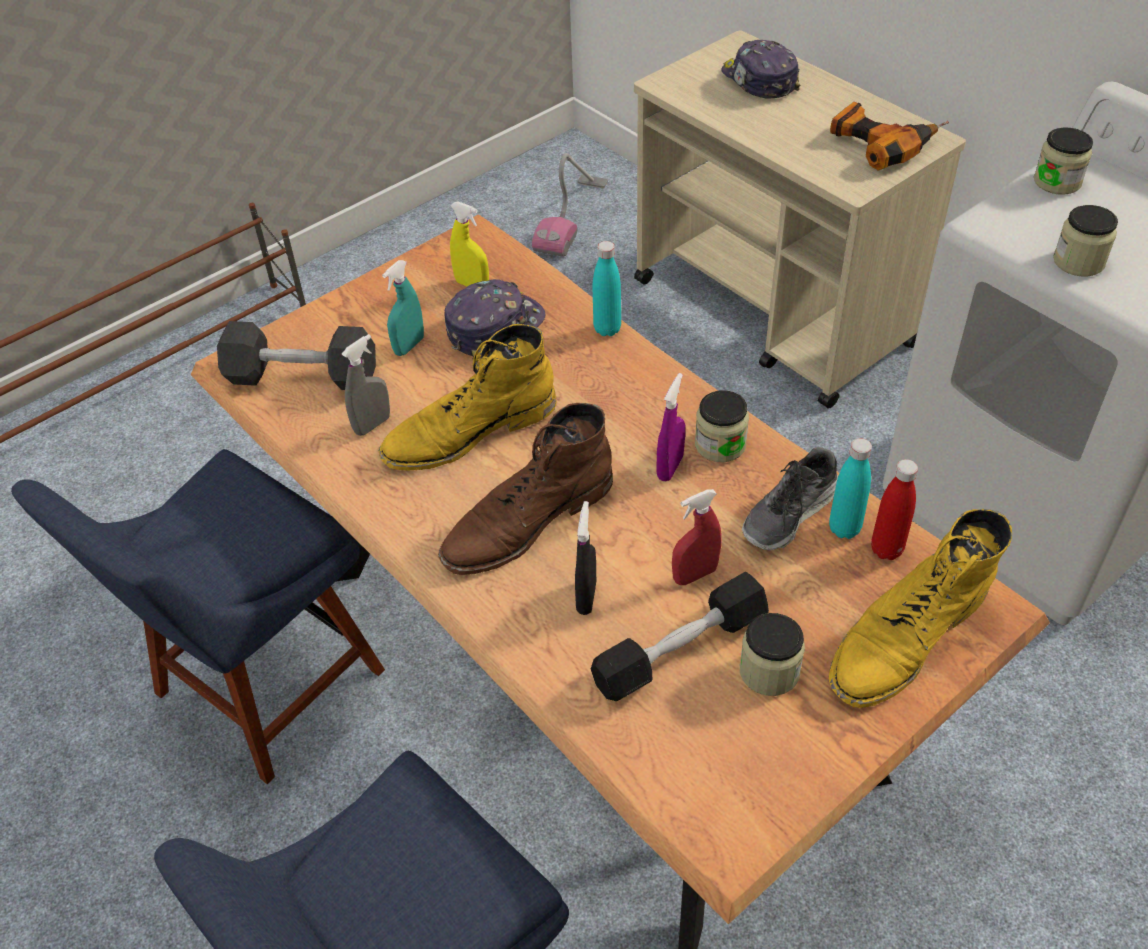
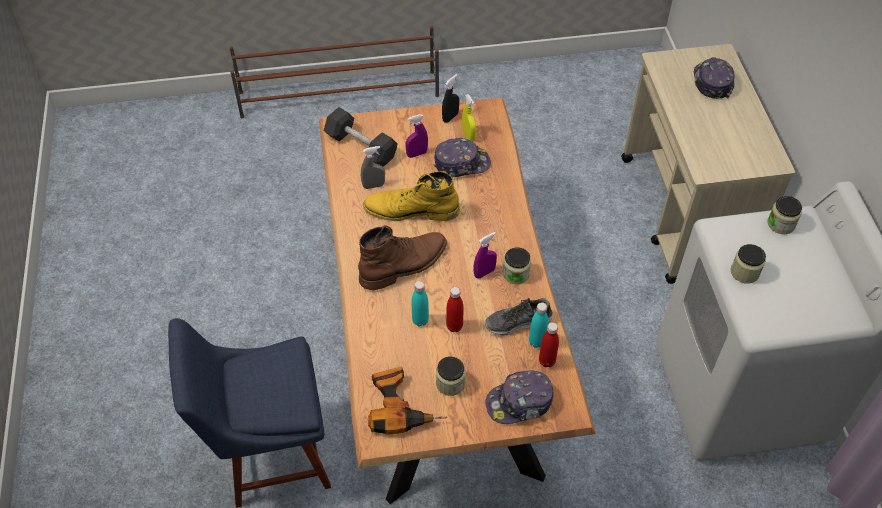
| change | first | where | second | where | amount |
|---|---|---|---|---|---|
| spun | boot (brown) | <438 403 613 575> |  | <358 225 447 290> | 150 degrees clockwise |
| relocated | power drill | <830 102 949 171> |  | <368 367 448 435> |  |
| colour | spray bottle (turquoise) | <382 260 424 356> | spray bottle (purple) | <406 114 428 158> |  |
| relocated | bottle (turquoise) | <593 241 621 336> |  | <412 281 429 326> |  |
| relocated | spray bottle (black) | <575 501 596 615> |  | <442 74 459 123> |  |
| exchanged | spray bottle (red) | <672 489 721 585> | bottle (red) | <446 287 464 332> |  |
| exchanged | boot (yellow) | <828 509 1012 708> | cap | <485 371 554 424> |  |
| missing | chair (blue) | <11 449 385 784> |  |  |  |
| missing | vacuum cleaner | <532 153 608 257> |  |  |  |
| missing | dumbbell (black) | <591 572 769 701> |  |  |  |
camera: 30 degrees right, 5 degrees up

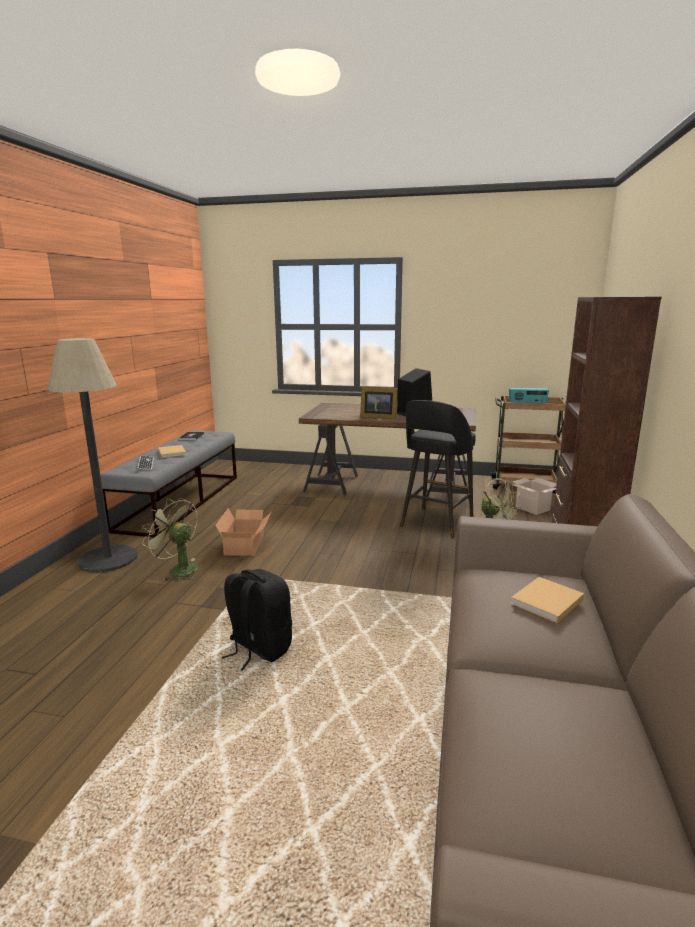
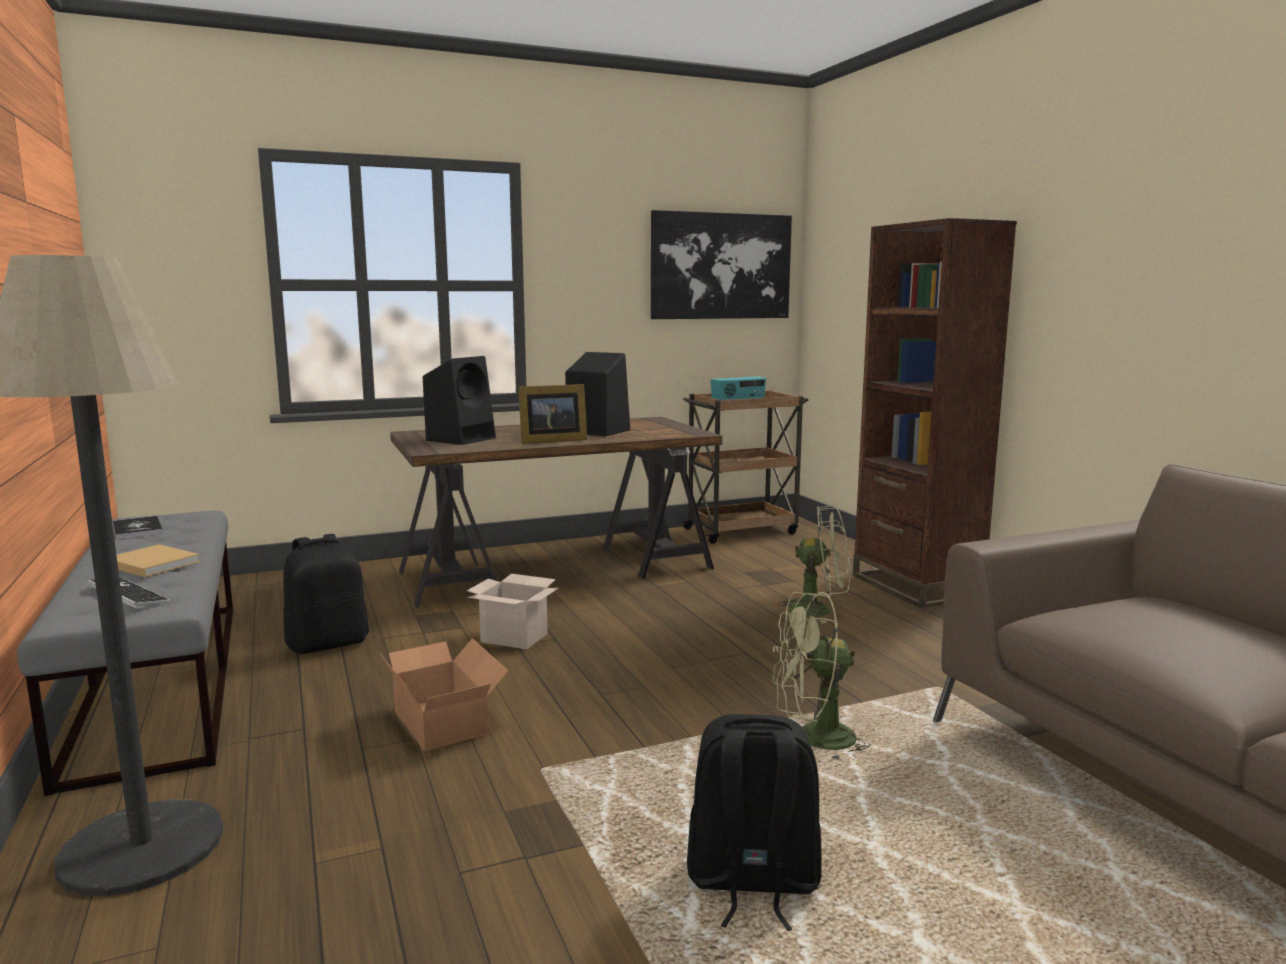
| change | first | where | second | where | amount |
|---|---|---|---|---|---|
| appeared |  |  | backpack (black) | <283 534 369 654> |  |
| appeared |  |  | speaker (black) | <423 356 496 445> |  |
| relocated | cardboard box | <511 478 557 515> |  | <467 574 558 650> |  |
| appeared |  |  | picture | <651 210 792 319> |  |
| relocated | fan (green) | <142 498 198 582> |  | <772 592 871 761> |  |
| missing | stool (black) | <400 400 476 539> |  |  |  |
| missing | book (beige) | <510 577 584 623> |  |  |  |
camera: 35 degrees left, 5 degrees down

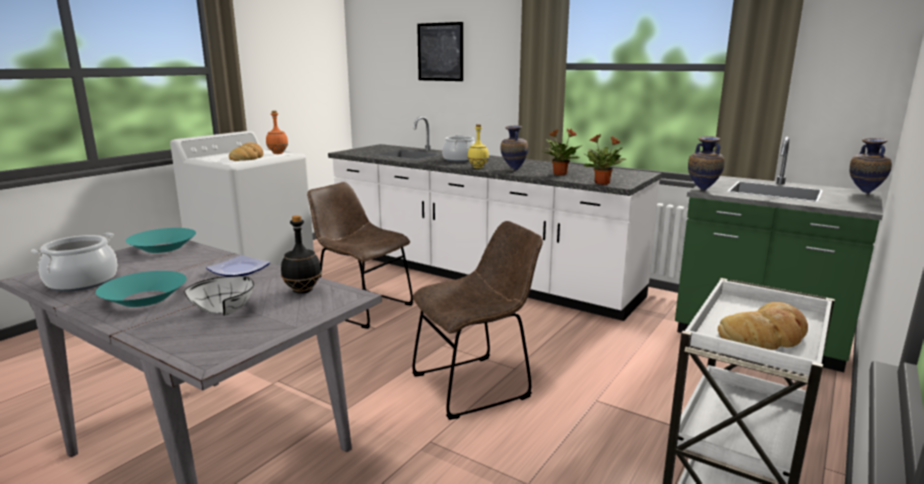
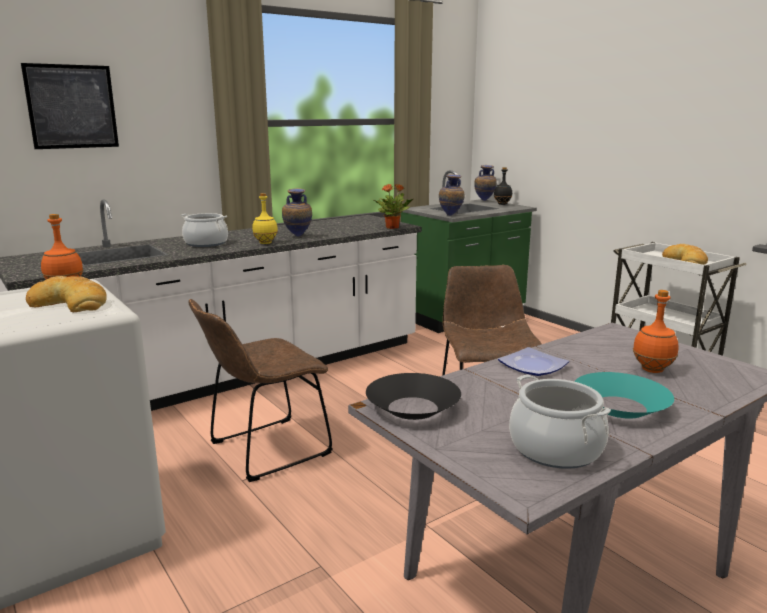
| change | first | where | second | where | amount |
|---|---|---|---|---|---|
| colour | bowl (turquoise) | <126 228 196 253> | bowl (black) | <366 373 461 420> |  |
| relocated | bottle (black) | <281 215 322 294> |  | <494 167 512 205> |  |
| exchanged | bowl (white) | <184 276 254 316> | bottle (orange) | <633 290 678 373> |  |
| missing | potted plant | <542 129 582 175> |  |  |  |
camera: 70 degrees left, 0 degrees up

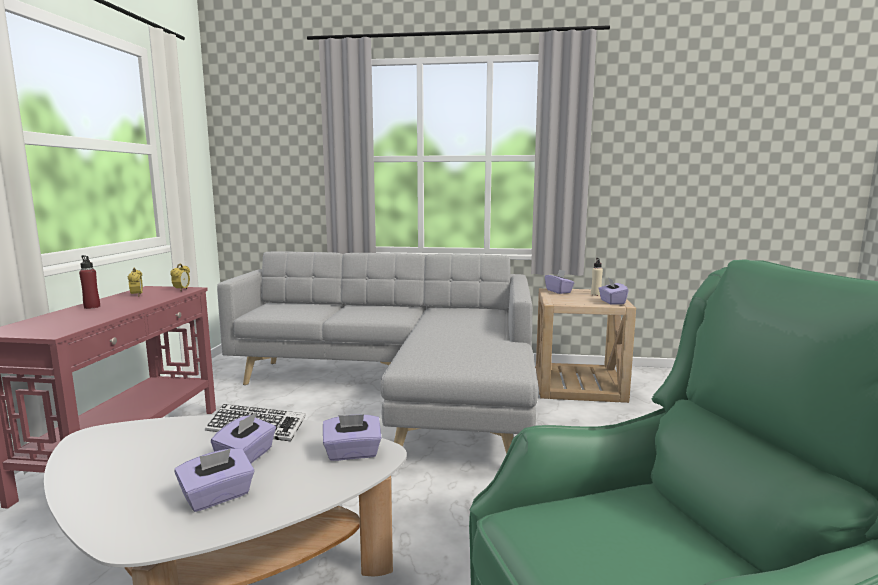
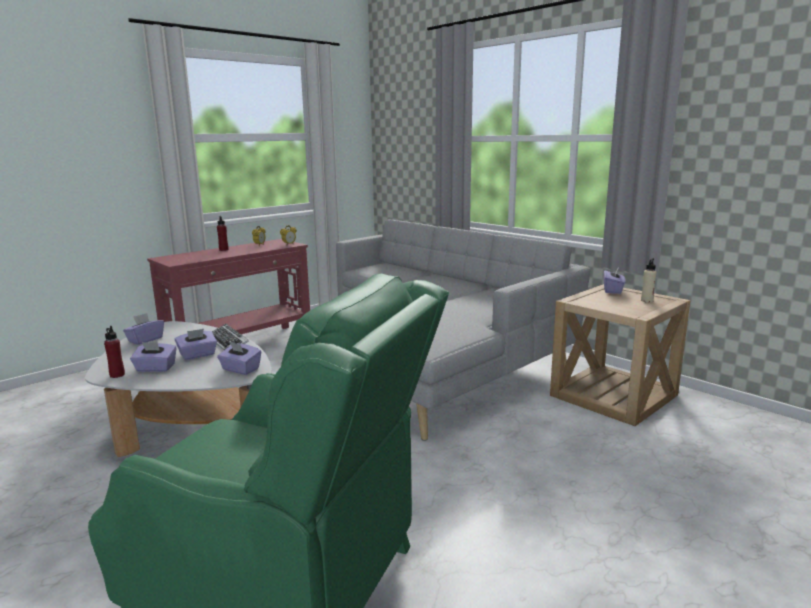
| change | first | where | second | where | amount |
|---|---|---|---|---|---|
| appeared |  |  | bottle (red) | <104 326 125 378> |  |
| relocated | tissue box (purple) | <599 278 629 305> |  | <123 313 164 345> |  |
camera: 40 degrees right, 5 degrees up

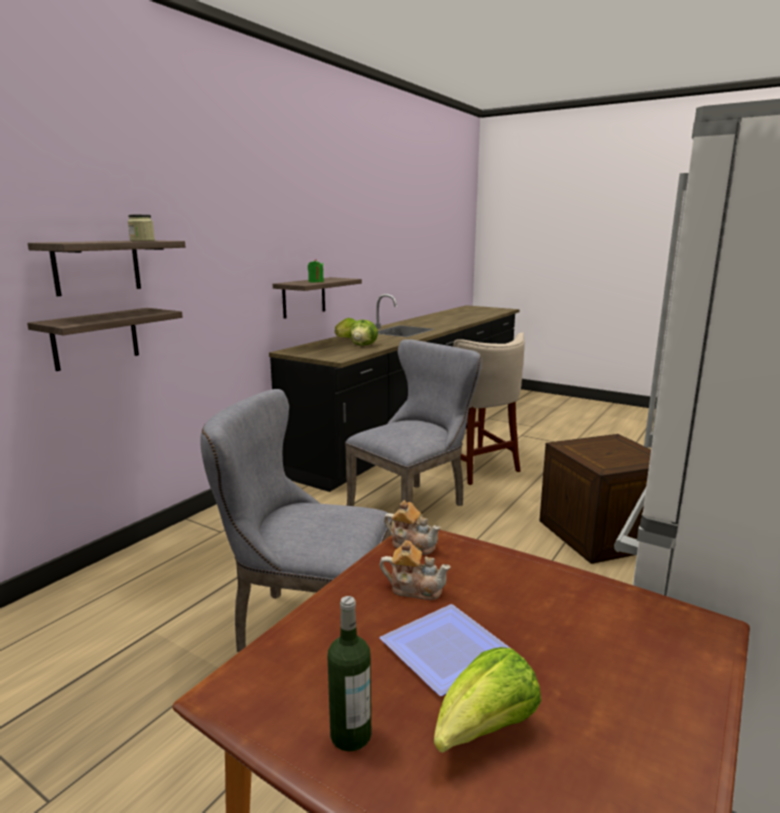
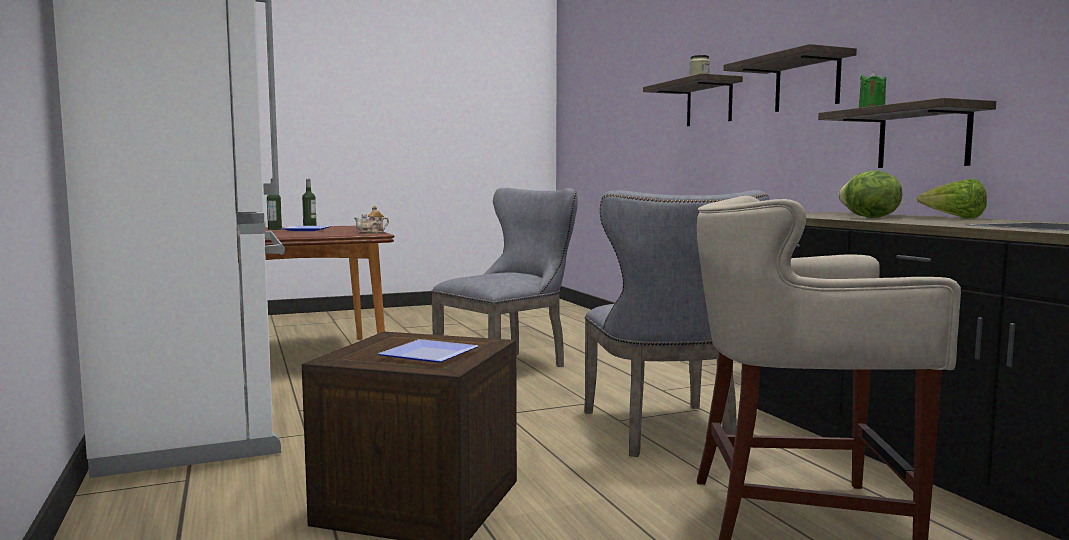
| change | first | where | second | where | amount |
|---|---|---|---|---|---|
| exchanged | lettuce | <434 647 541 753> | bottle | <267 178 282 230> |  |
| appeared |  |  | plate | <378 339 478 362> |  |
| relocated | shelf | <27 308 183 371> |  | <723 44 857 112> |  |
| missing | teapot | <380 540 451 600> |  |  |  |
camera: 125 degrees right, 10 degrees down

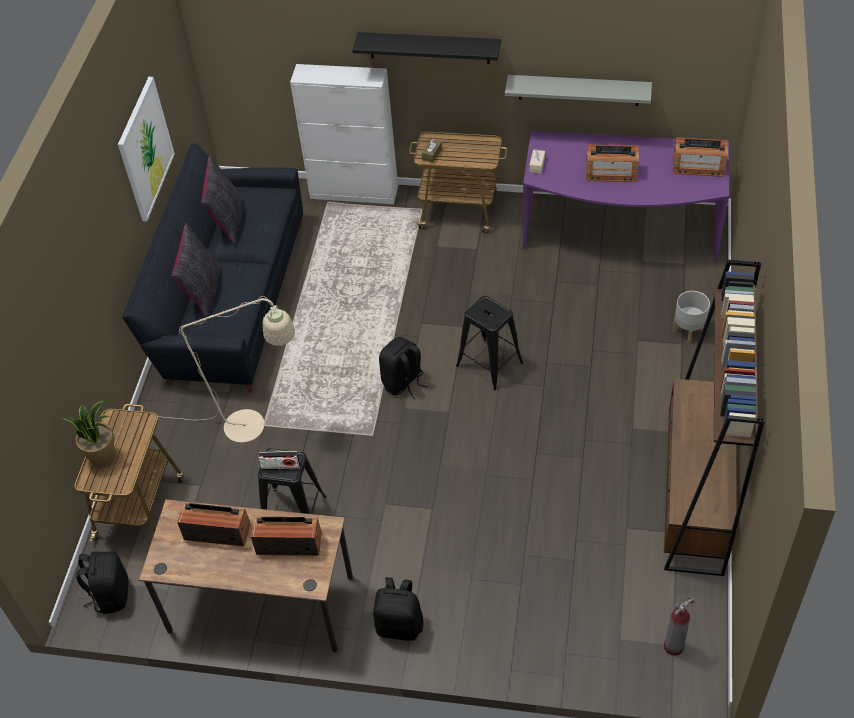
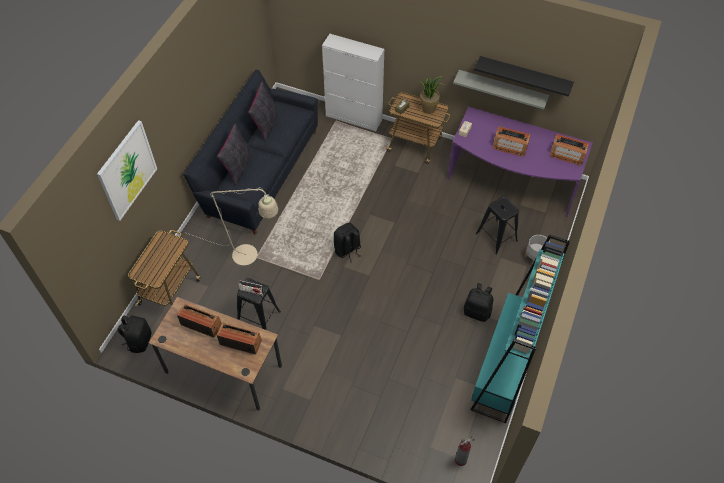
| change | first | where | second | where | amount |
|---|---|---|---|---|---|
| relocated | picture | <118 77 175 221> |  | <97 120 157 221> |  |
| relocated | potted plant | <62 401 116 468> |  | <420 76 443 114> |  |
| relocated | backpack (black) | <373 577 424 641> |  | <464 283 493 322> |  |
| colour | bookcase (brown) | <664 260 765 576> | bookcase (turquoise) | <470 234 570 423> |  |
| relocated | shelf (black) | <353 32 501 64> |  | <474 56 574 97> |  |
| relocated | stool (black) | <456 296 524 390> |  | <476 196 519 255> |  |
camera: 10 degrees right, 5 degrees up

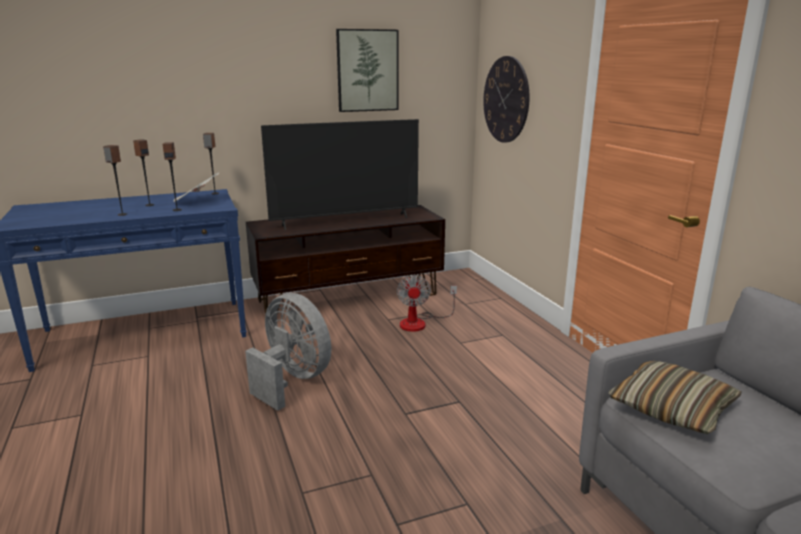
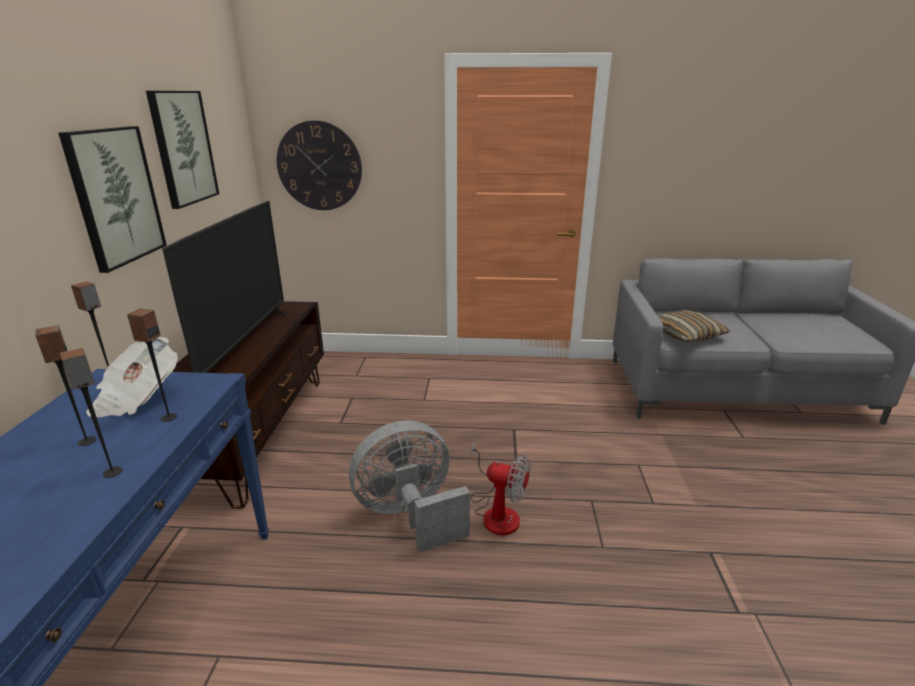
| change | first | where | second | where | amount |
|---|---|---|---|---|---|
| appeared |  |  | picture | <58 126 167 273> |  |
| relocated | fan | <397 275 457 332> |  | <471 441 530 535> |  |
camera: 65 degrees left, 5 degrees up

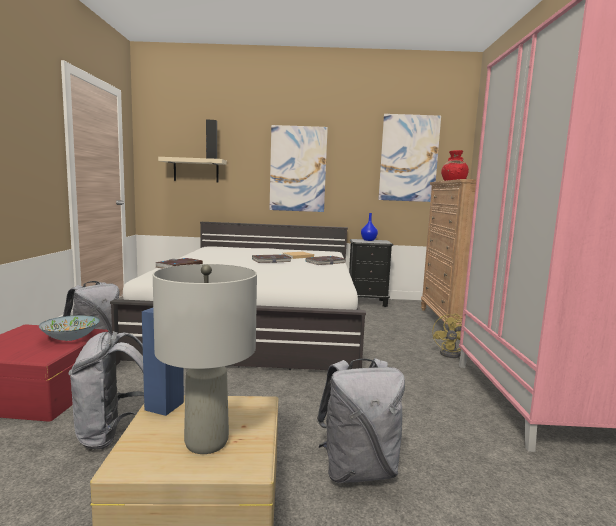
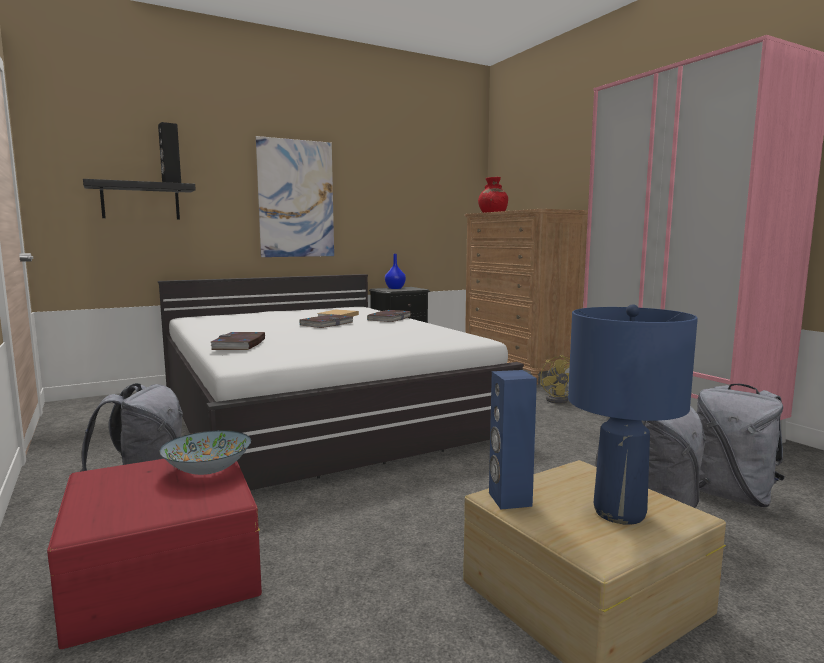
| change | first | where | second | where | amount |
|---|---|---|---|---|---|
| colour | shelf (beige) | <158 157 227 182> | shelf (black) | <83 179 196 220> |  |
| colour | table lamp (grey) | <153 264 257 454> | table lamp (blue) | <568 305 698 525> |  |
| relocated | backpack (grey) | <69 331 144 450> |  | <697 384 785 507> |  |
| missing | picture | <378 114 441 202> |  |  |  |
camera: 30 degrees left, 0 degrees up

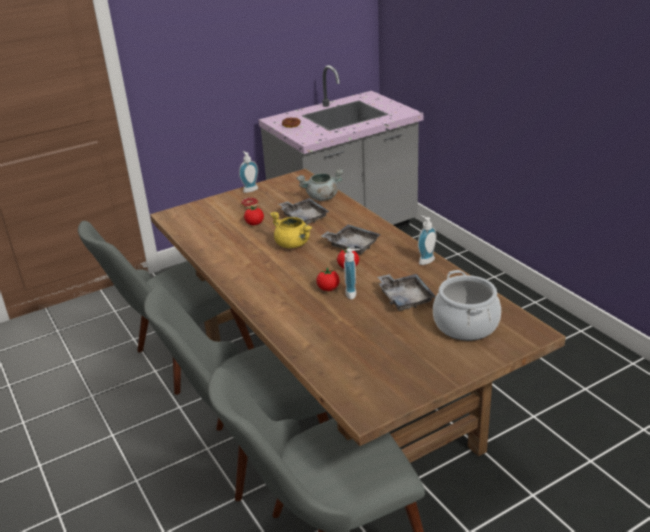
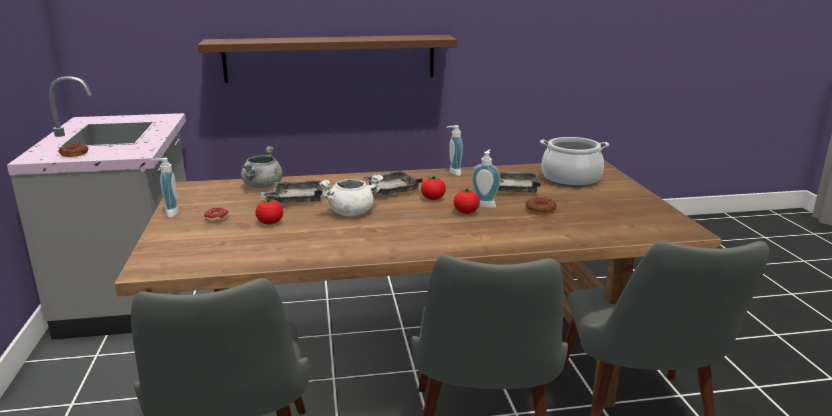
| change | first | where | second | where | amount |
|---|---|---|---|---|---|
| appeared |  |  | shelf (brown) | <198 35 457 83> |  |
| colour | cooking pot (yellow) | <270 212 312 248> | cooking pot (white) | <319 174 383 216> |  |
| appeared |  |  | donut | <525 197 557 214> |  |
camera: 70 degrees left, 10 degrees down

